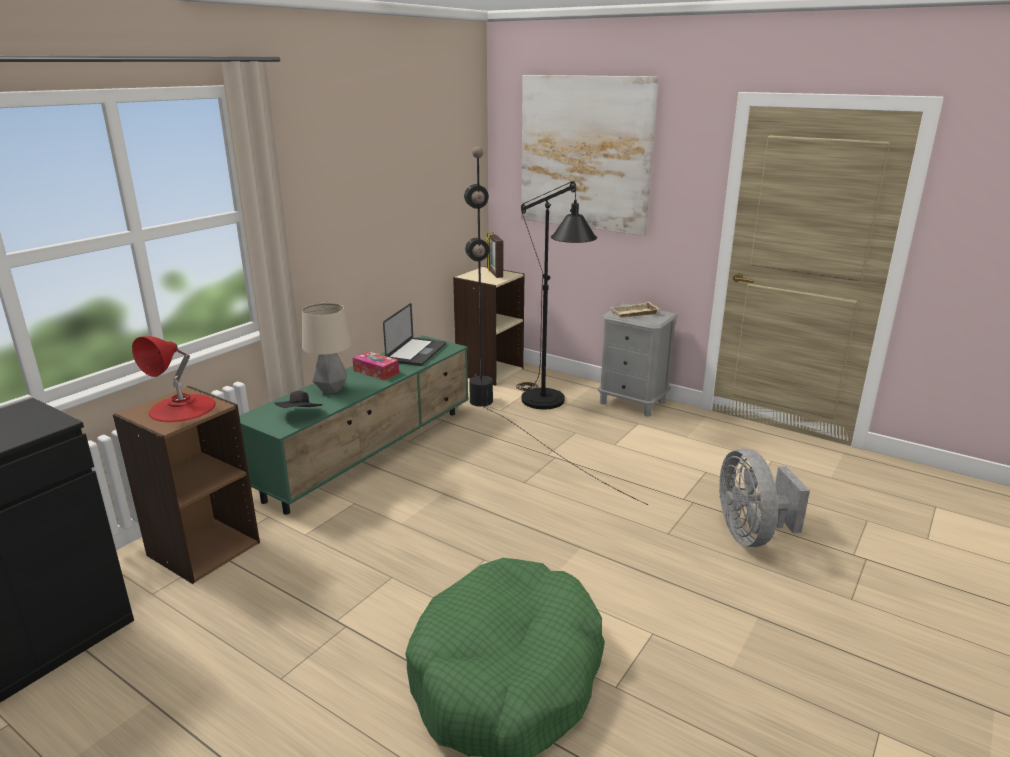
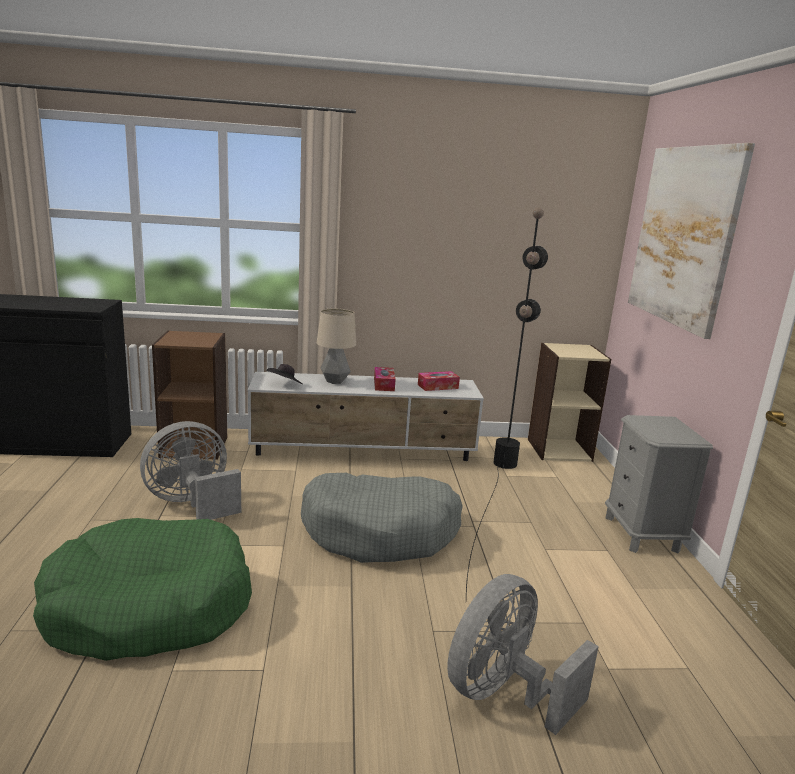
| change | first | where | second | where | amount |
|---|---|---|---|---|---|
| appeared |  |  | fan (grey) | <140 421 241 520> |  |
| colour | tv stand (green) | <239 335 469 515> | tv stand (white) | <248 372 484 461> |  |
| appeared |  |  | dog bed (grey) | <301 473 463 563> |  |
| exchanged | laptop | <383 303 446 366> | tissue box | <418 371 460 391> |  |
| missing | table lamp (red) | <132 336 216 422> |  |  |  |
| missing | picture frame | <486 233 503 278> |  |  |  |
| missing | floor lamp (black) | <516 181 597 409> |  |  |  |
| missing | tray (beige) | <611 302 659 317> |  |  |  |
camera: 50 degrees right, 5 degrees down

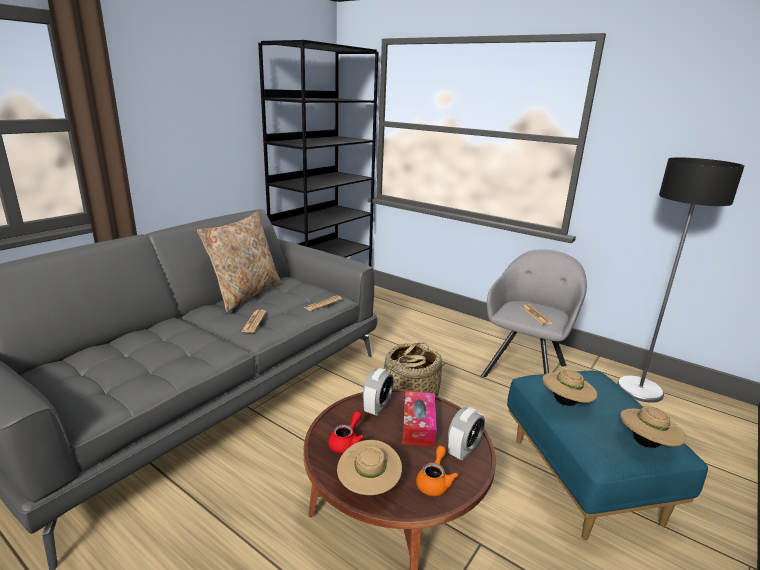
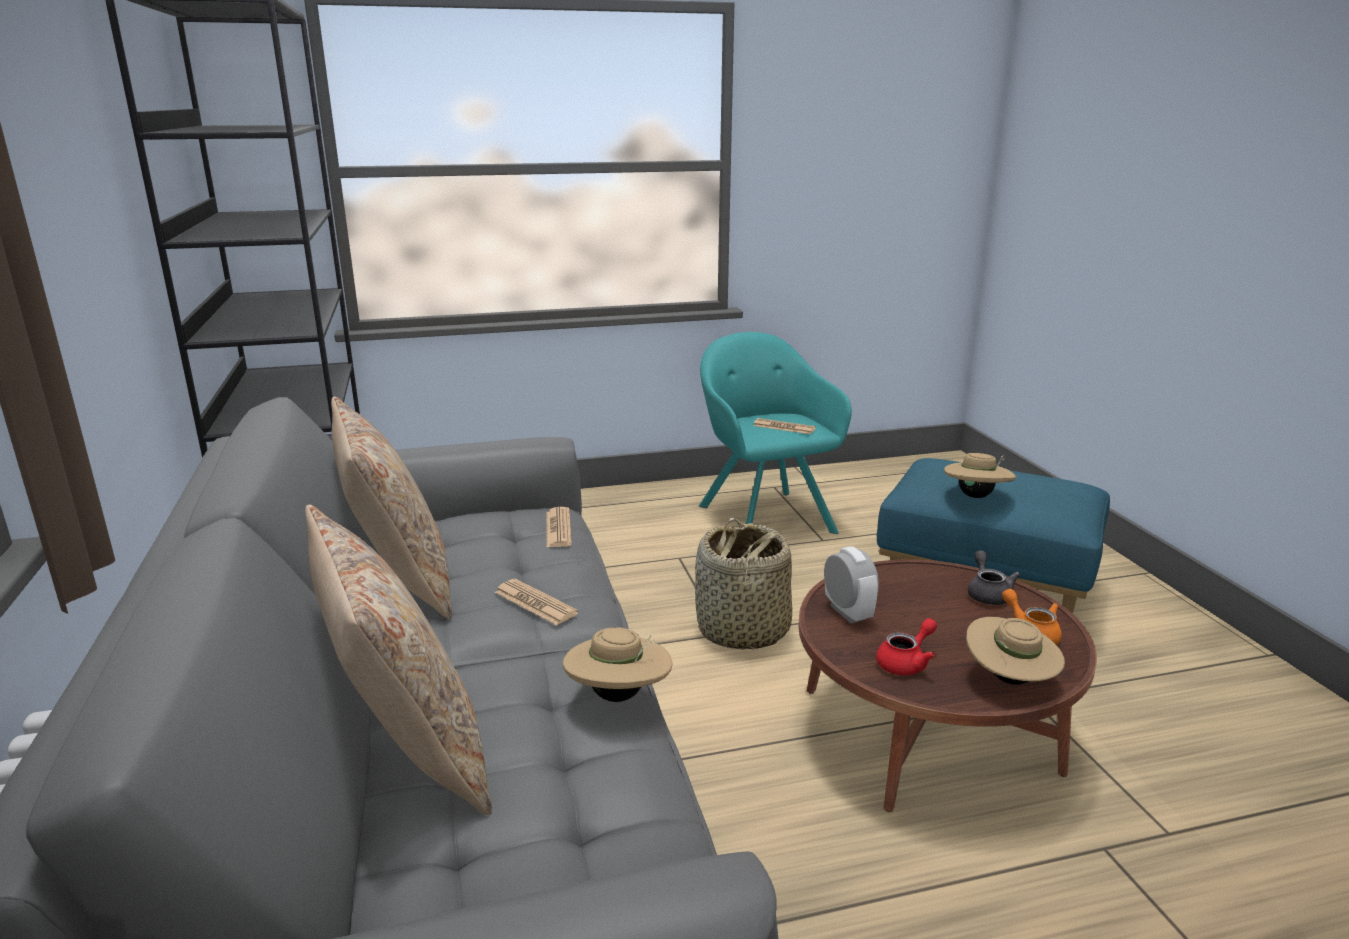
| change | first | where | second | where | amount |
|---|---|---|---|---|---|
| appeared |  |  | pillow (beige) | <305 504 492 815> |  |
| relocated | hat (beige) | <620 406 686 448> |  | <563 628 672 702> |  |
| colour | armchair (grey) | <481 249 587 377> | armchair (turquoise) | <699 332 852 534> |  |
| spun | teapot (red) | <328 411 365 454> |  | <876 618 937 675> | 75 degrees clockwise |
| exchanged | alarm clock | <448 407 485 460> | teapot (grey) | <968 550 1020 605> |  |
| missing | tissue box | <402 391 436 447> |  |  |  |
| missing | floor lamp | <617 157 744 403> |  |  |  |
camera: 50 degrees left, 0 degrees up

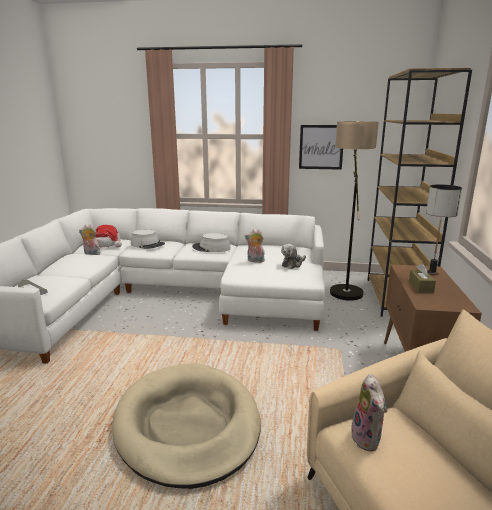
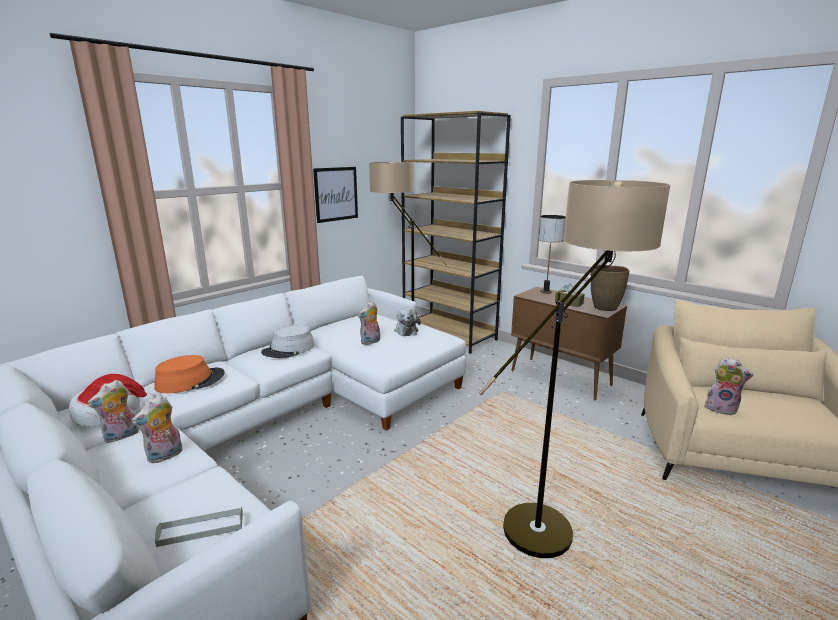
| change | first | where | second | where | amount |
|---|---|---|---|---|---|
| appeared |  |  | plush toy | <131 395 182 463> |  |
| colour | hat (grey) | <131 229 165 249> | hat (orange) | <155 355 225 393> |  |
| exchanged | dog bed (beige) | <112 364 260 489> | floor lamp | <479 180 671 558> |  |
| appeared |  |  | vase (brown) | <591 265 629 311> |  |
camera: 55 degrees left, 0 degrees up

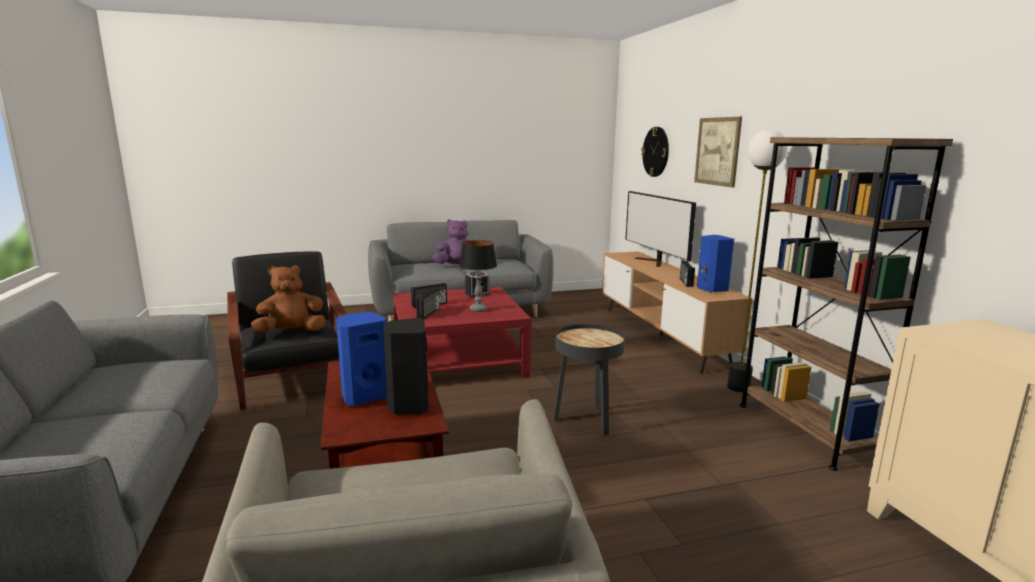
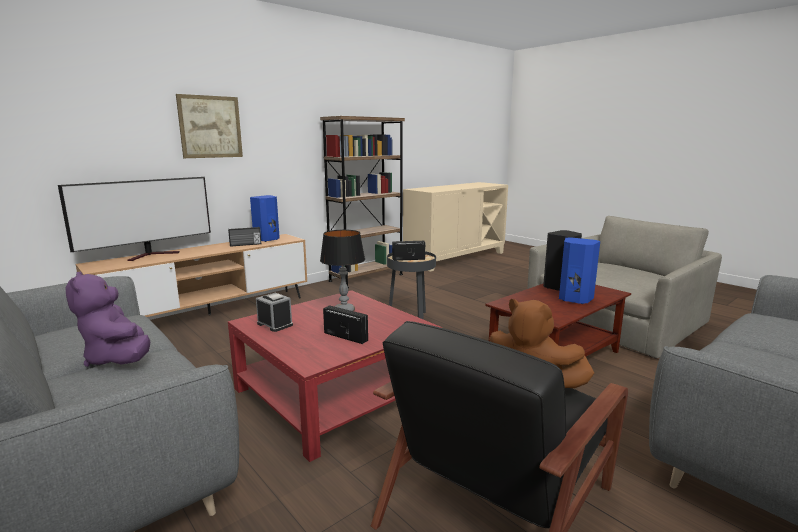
| change | first | where | second | where | amount |
|---|---|---|---|---|---|
| relocated | radio | <416 289 440 319> |  | <392 241 425 261> |  |
| missing | wall clock | <641 127 669 177> |  |  |  |
| missing | floor lamp | <727 129 788 392> |  |  |  |
camera: 115 degrees left, 0 degrees up

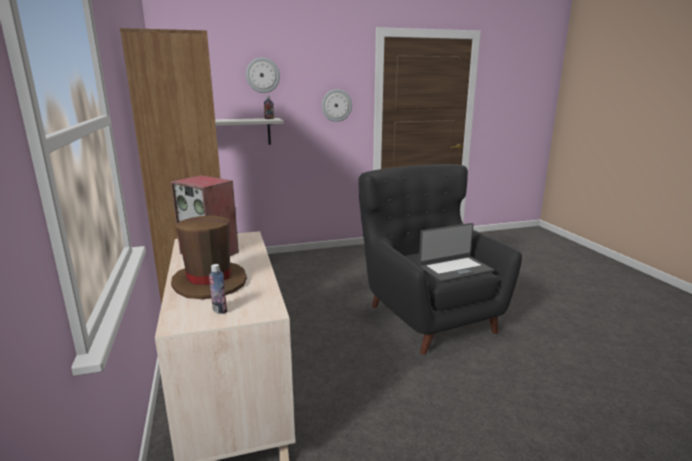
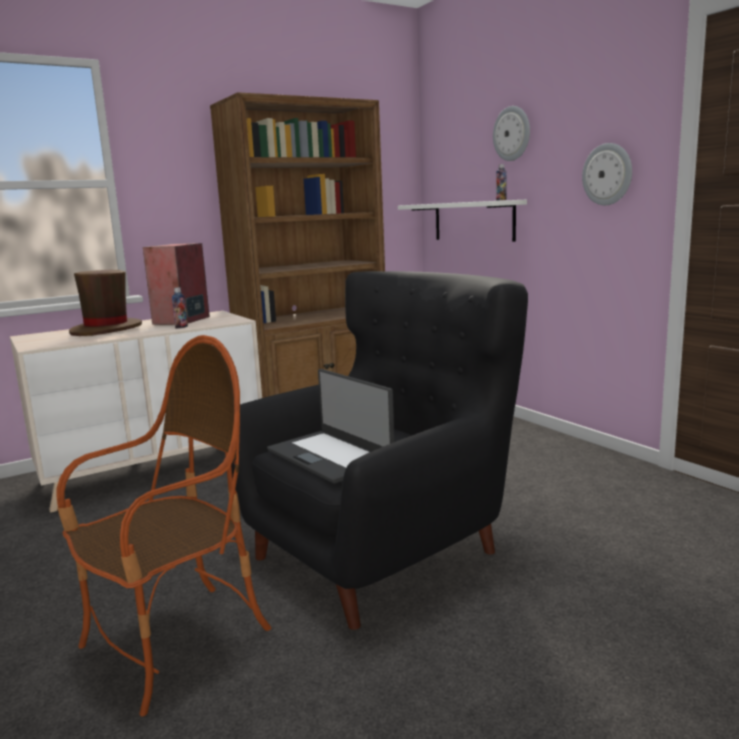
| change | first | where | second | where | amount |
|---|---|---|---|---|---|
| appeared |  |  | armchair | <57 335 271 716> |  |
| relocated | bottle | <209 264 227 314> |  | <172 287 188 329> |  |
camera: 75 degrees right, 5 degrees down

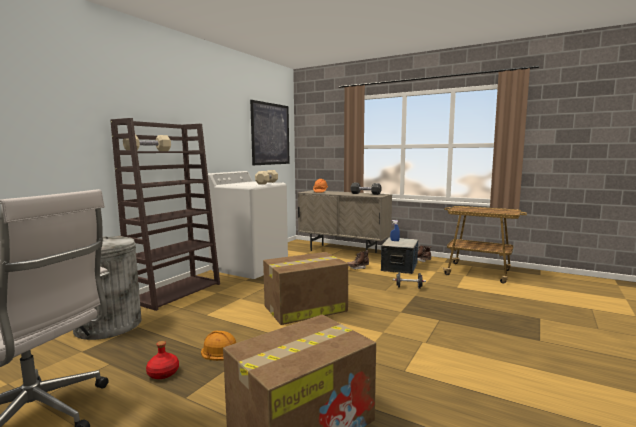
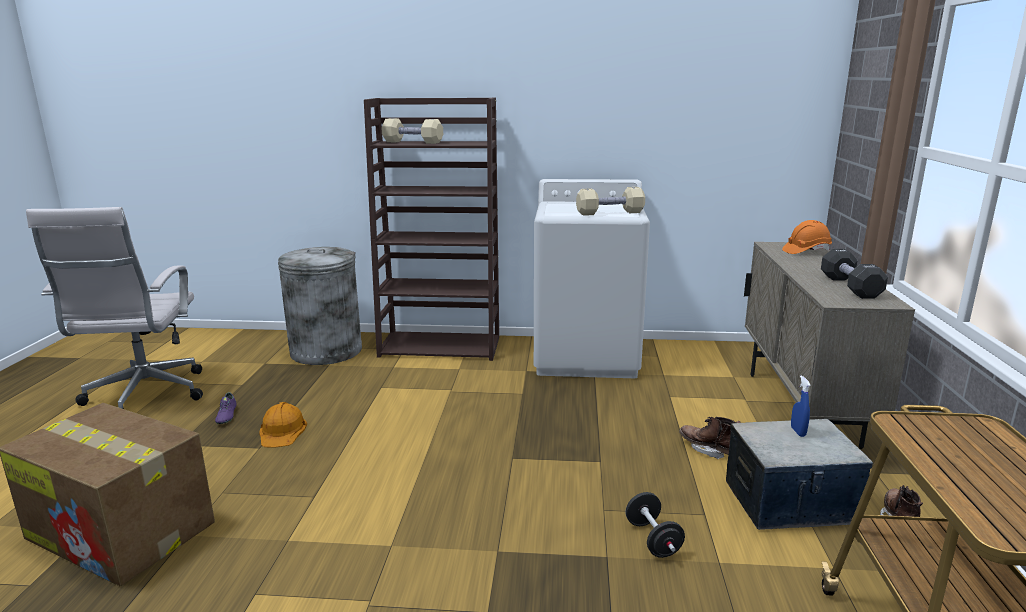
| change | first | where | second | where | amount |
|---|---|---|---|---|---|
| exchanged | bottle (red) | <146 341 179 379> | shoe (purple) | <215 392 237 424> |  |
| missing | picture | <250 100 290 165> |  |  |  |
| missing | cardboard box | <263 252 348 325> |  |  |  |
camera: 65 degrees right, 10 degrees up

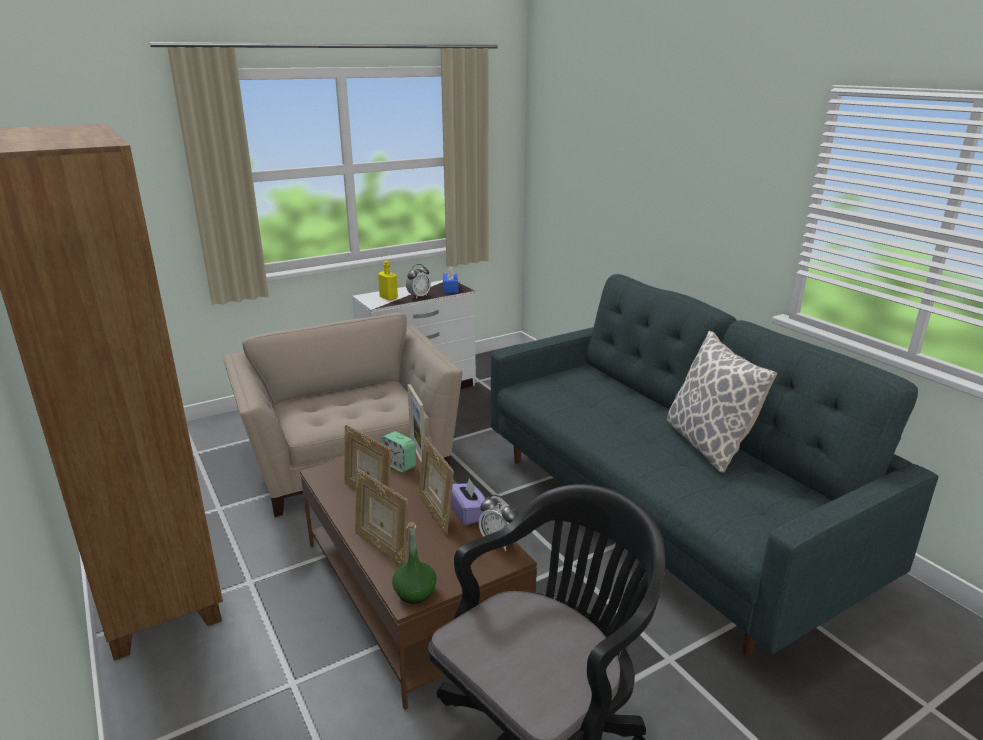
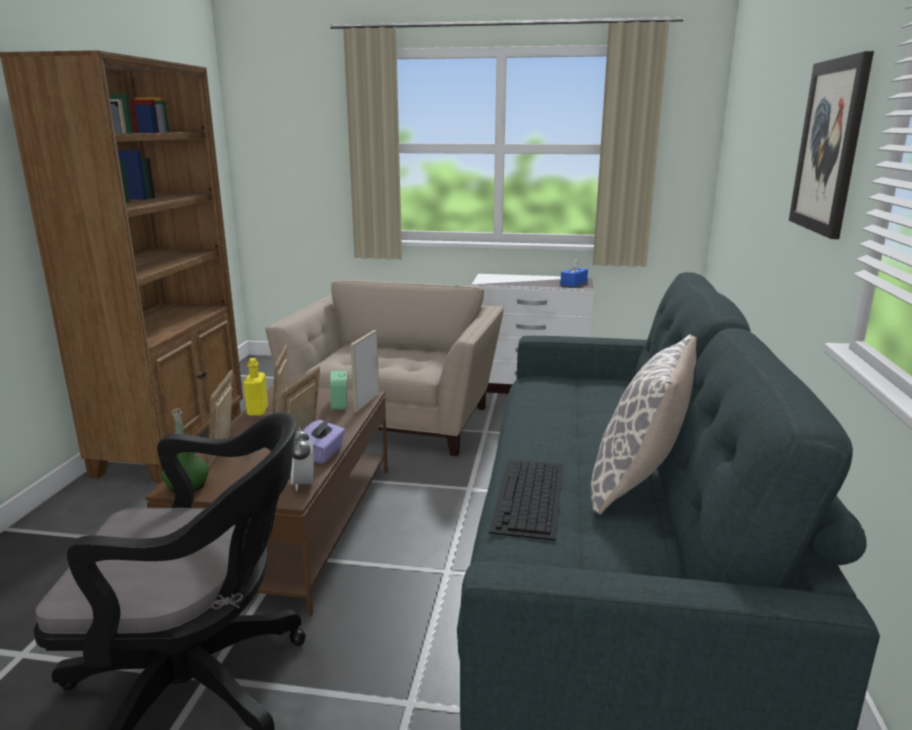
| change | first | where | second | where | amount |
|---|---|---|---|---|---|
| relocated | bottle (yellow) | <378 260 398 301> |  | <244 358 268 416> |  |
| appeared |  |  | keyboard | <489 459 563 541> |  |
| appeared |  |  | picture | <789 51 874 239> |  |
| missing | alarm clock | <406 264 431 299> |  |  |  |
camera: 40 degrees right, 5 degrees down

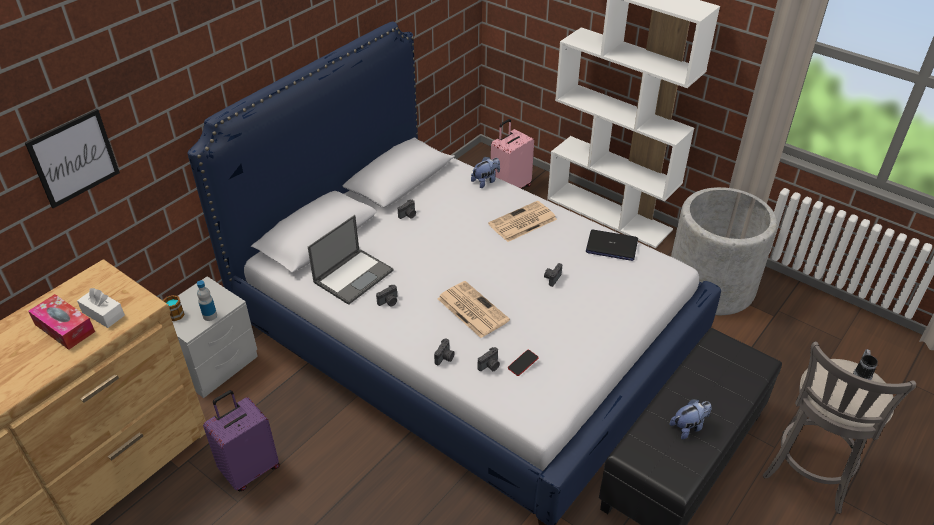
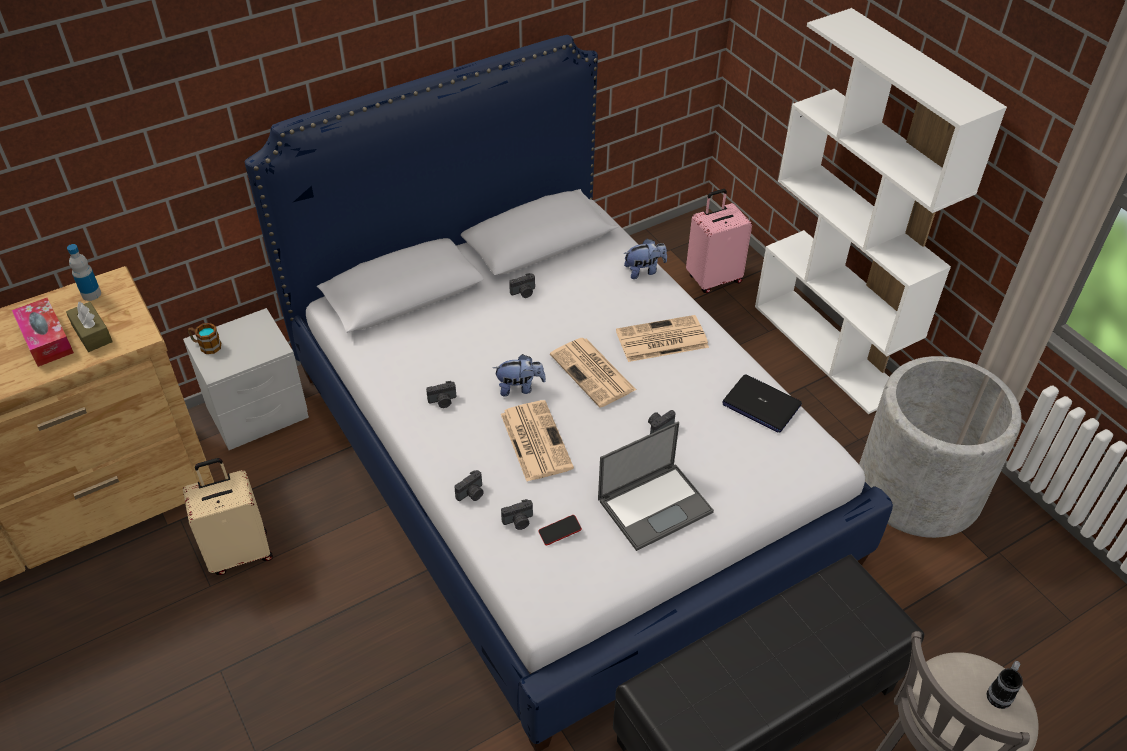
| change | first | where | second | where | amount |
|---|---|---|---|---|---|
| colour | tissue box (white) | <77 288 125 328> | tissue box (brown) | <66 301 113 352> |  |
| relocated | bottle | <197 280 217 321> |  | <67 244 101 301> |  |
| colour | suitcase (purple) | <203 390 280 491> | suitcase (beige) | <183 458 273 575> |  |
| relocated | plush toy | <670 399 712 439> |  | <493 354 546 396> |  |
| appeared |  |  | newspaper | <550 338 636 408> |  |
| relocated | laptop | <308 215 394 305> |  | <598 421 714 551> |  |
| missing | picture | <25 109 120 208> |  |  |  |
camera: 20 degrees right, 5 degrees up

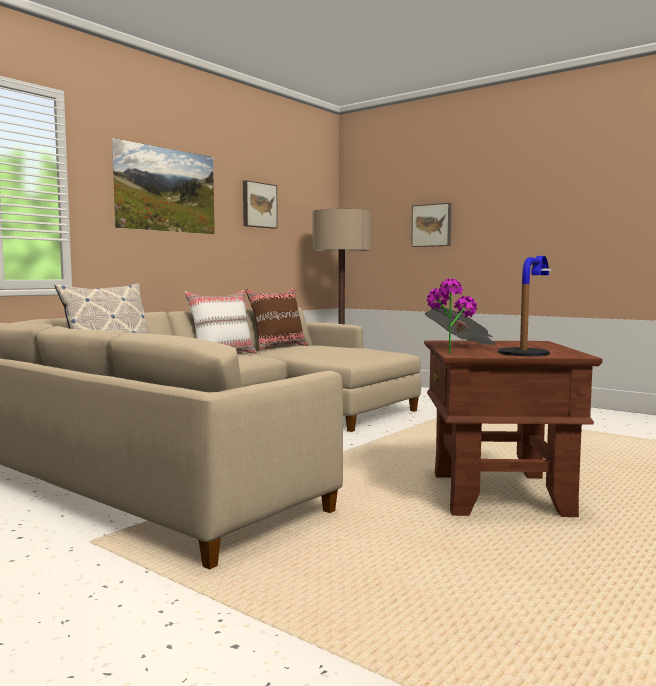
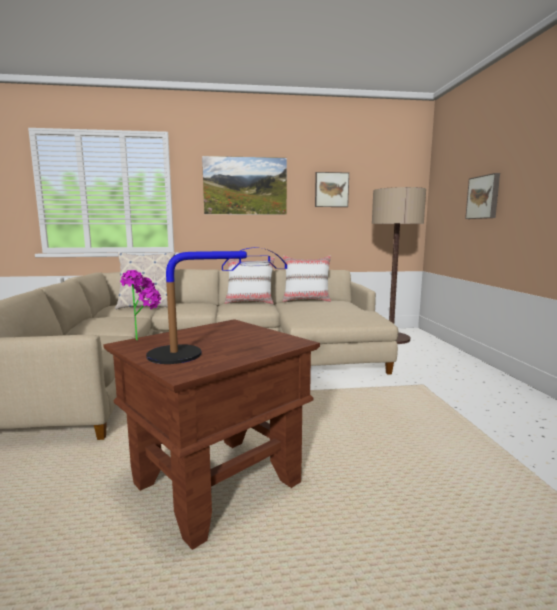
| change | first | where | second | where | amount |
|---|---|---|---|---|---|
| colour | pillow (brown) | <245 288 308 350> | pillow (white) | <283 256 331 302> |  |
| missing | newspaper | <425 307 496 345> |  |  |  |
camera: 45 degrees right, 5 degrees up

